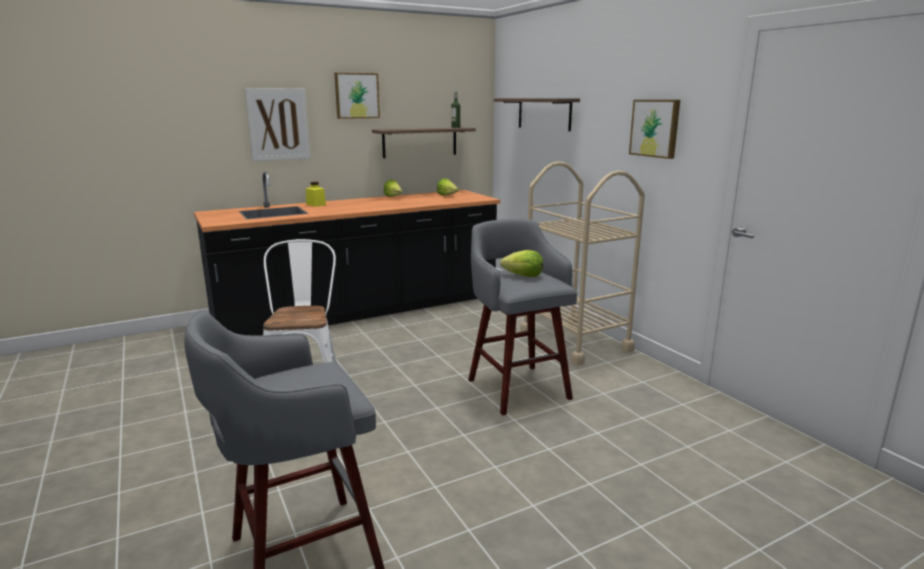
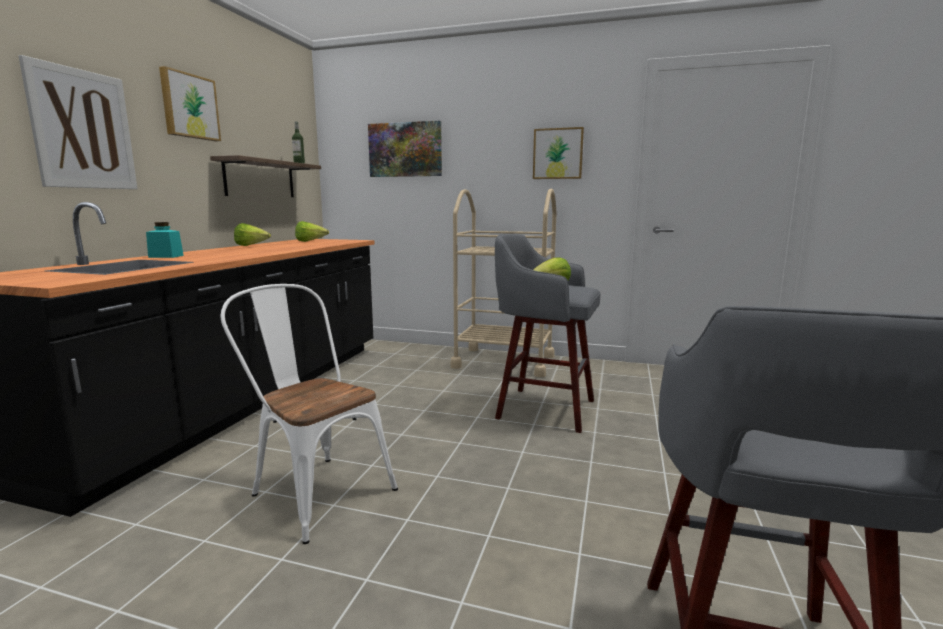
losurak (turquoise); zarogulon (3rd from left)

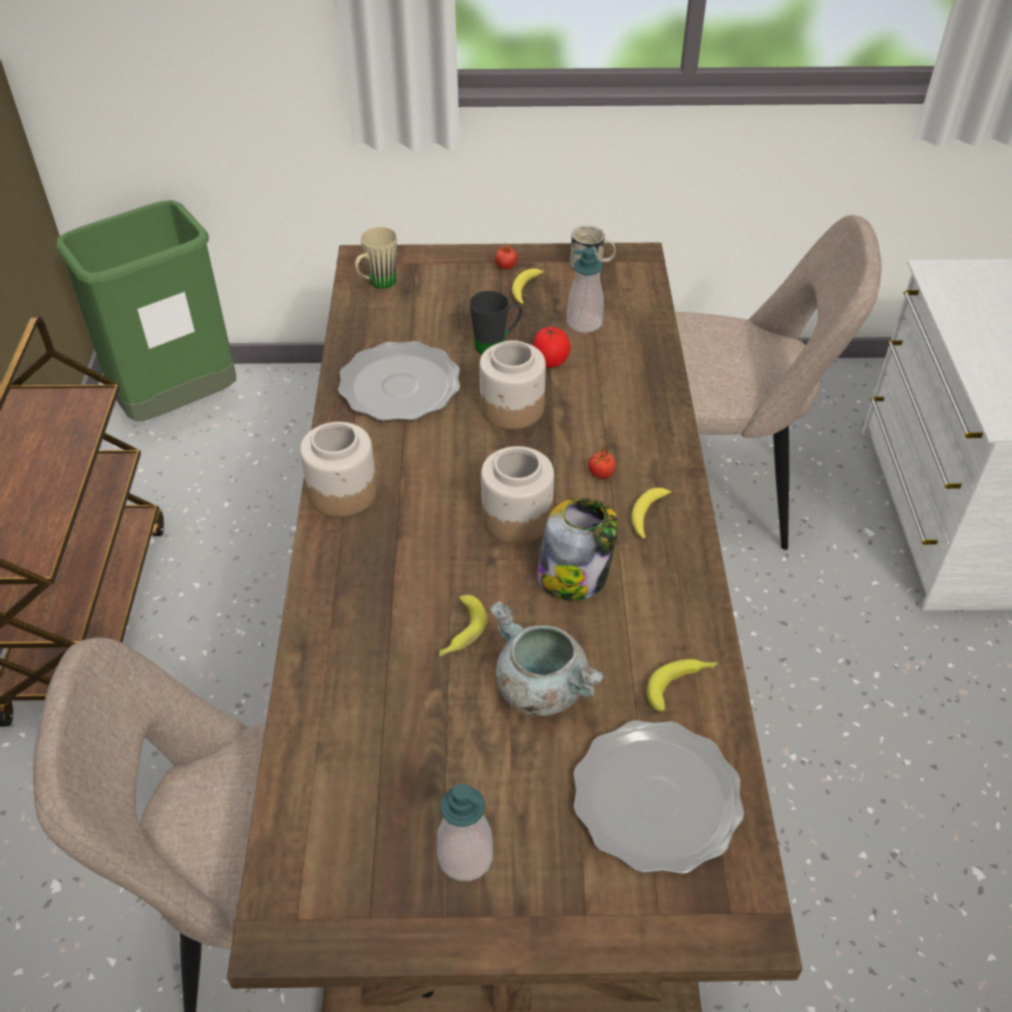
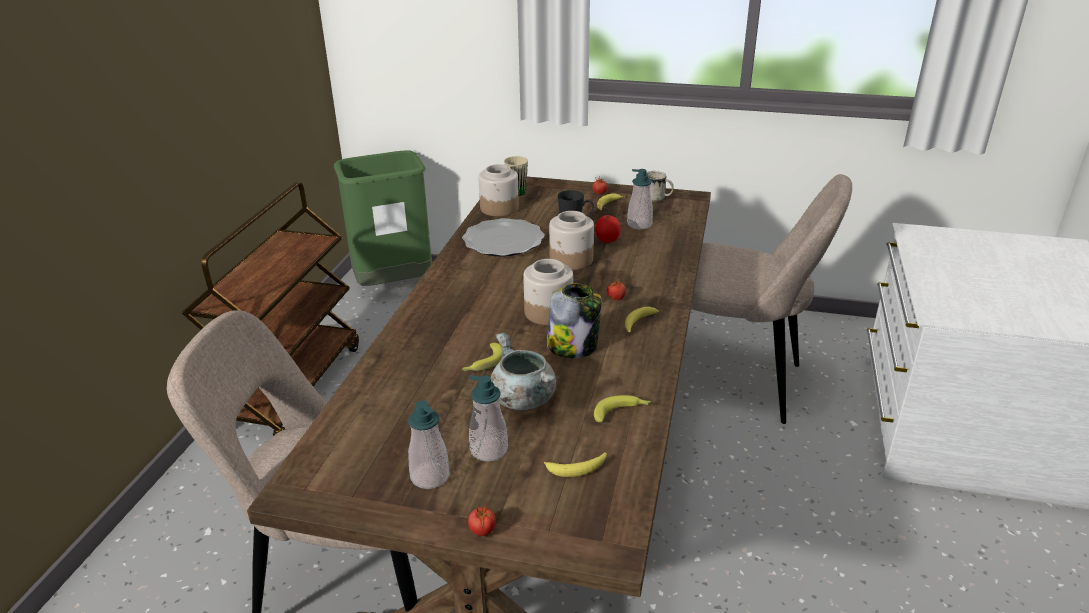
losurak (1st from left); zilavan (2nd from left); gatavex (1st from left); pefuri (2nd from left)

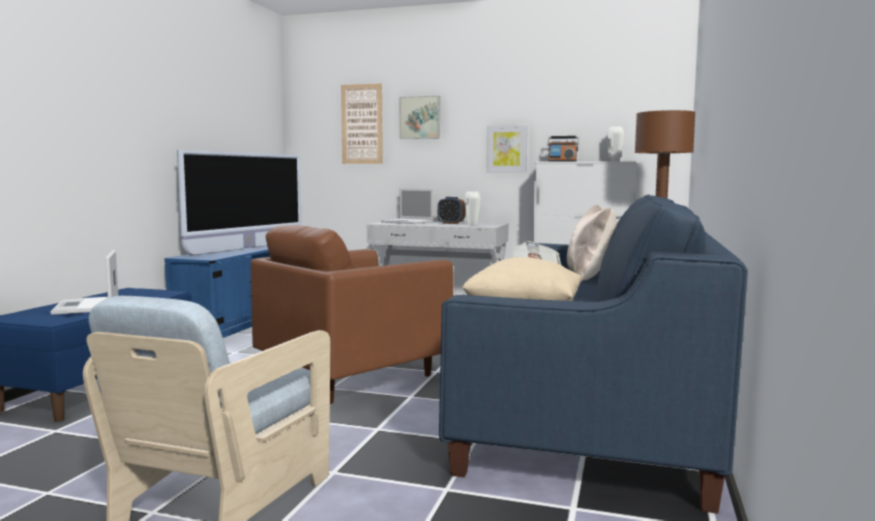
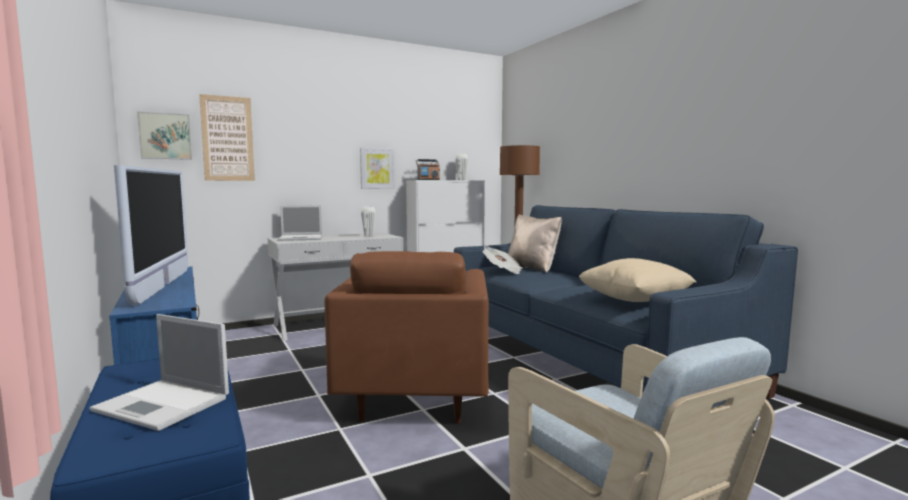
zarogulon (1st from left); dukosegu

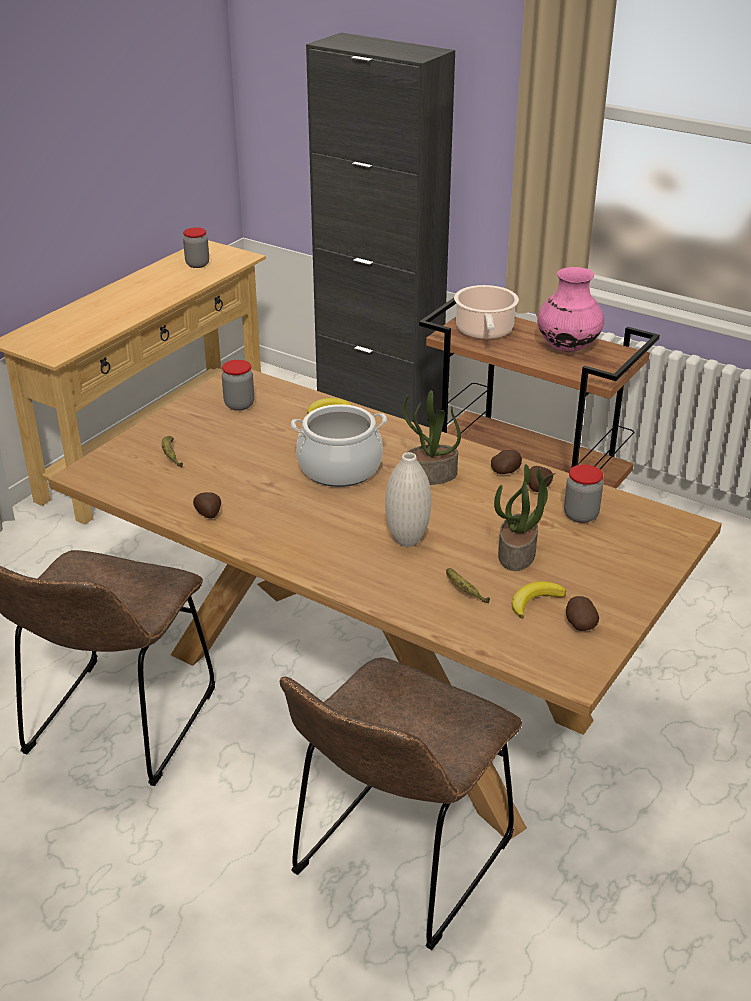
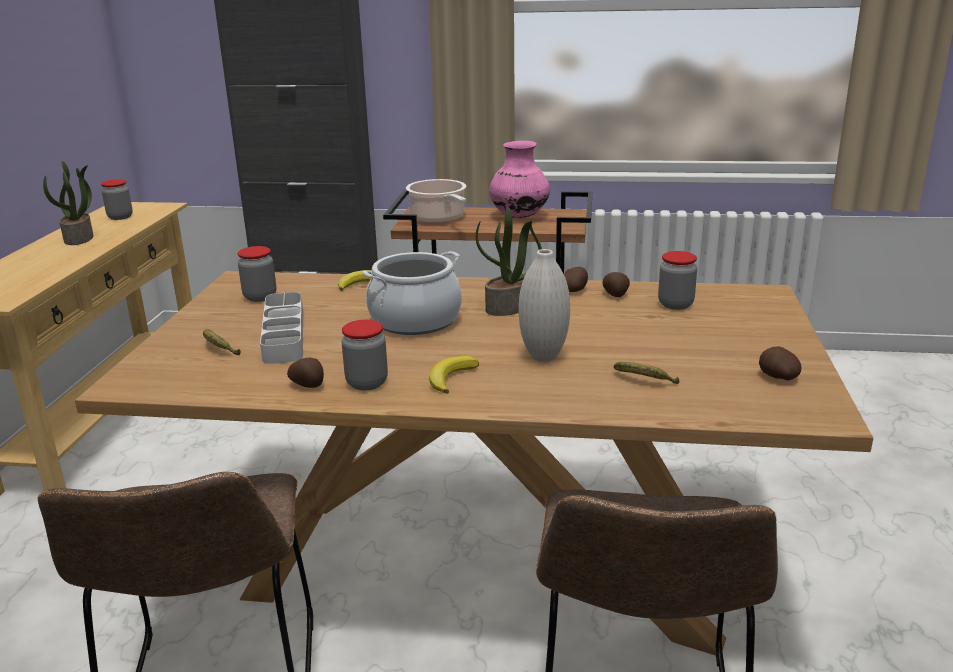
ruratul (1st from left); zilavan (3rd from left); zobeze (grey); losurak (3rd from left)

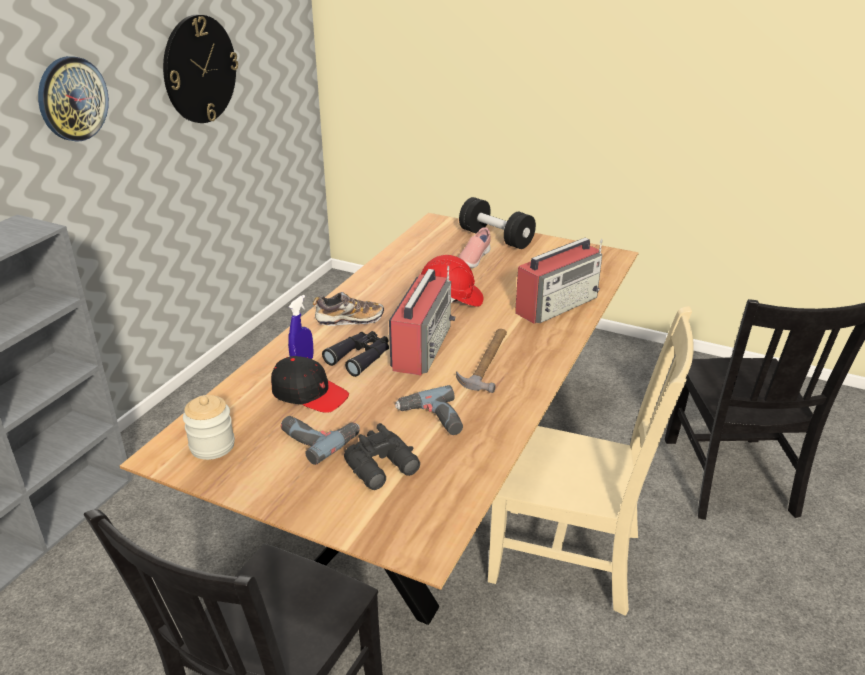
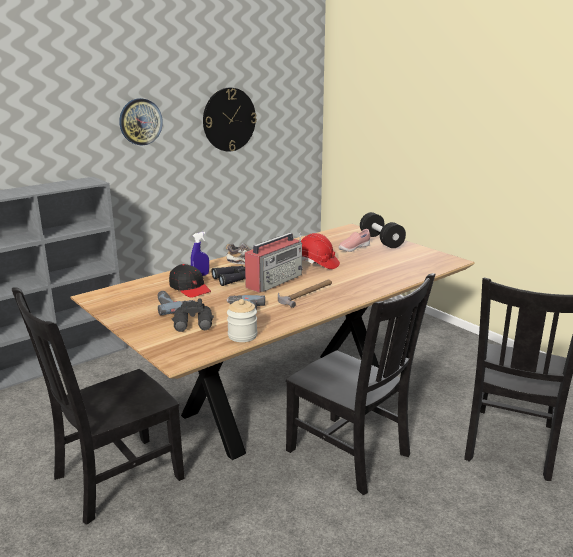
losurak; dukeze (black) (2nd from left); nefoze (2nd from left in the first image)

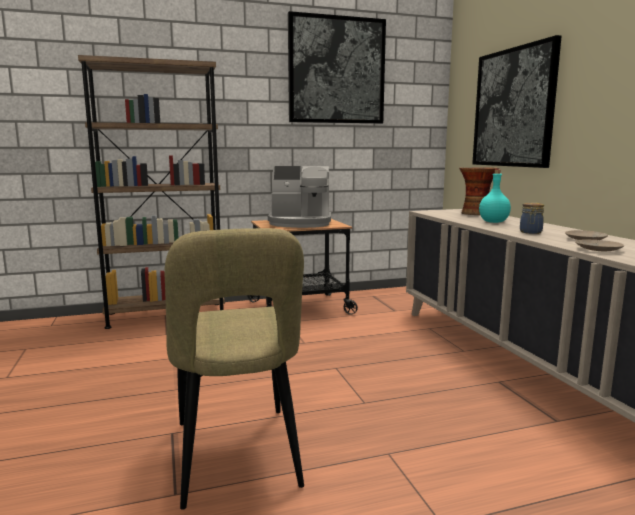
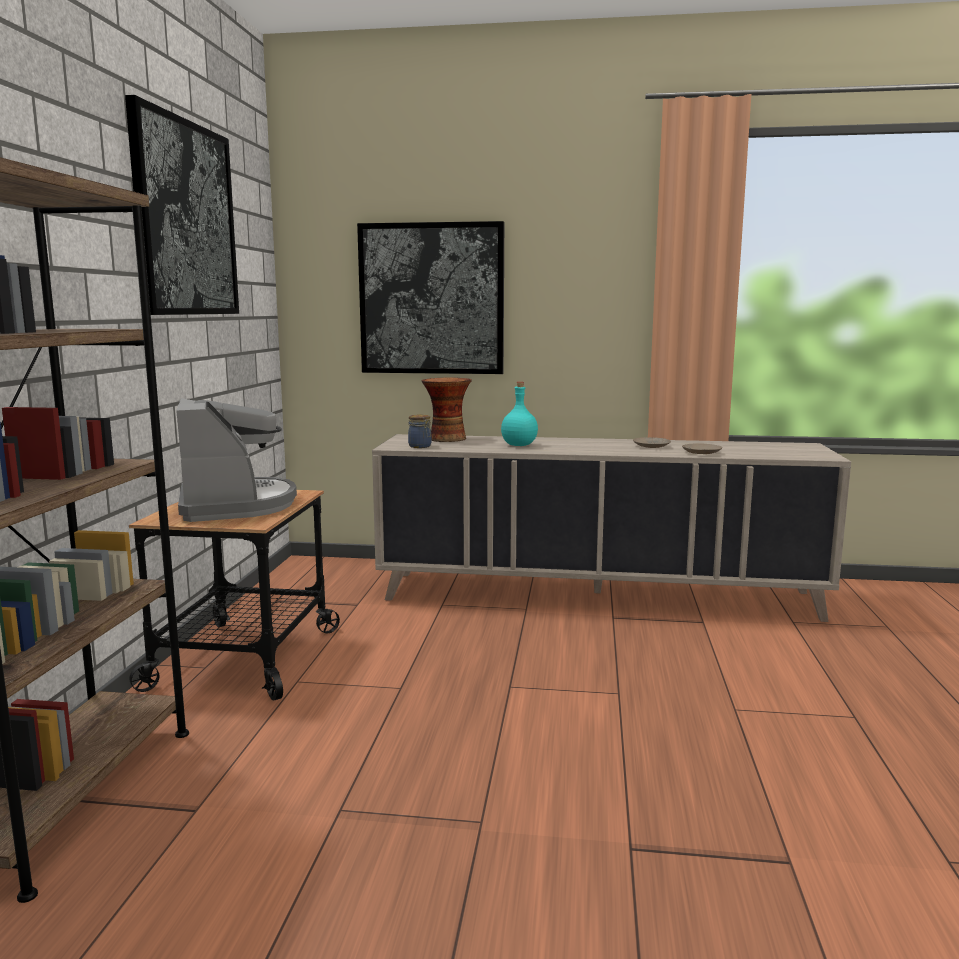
dukeze (beige); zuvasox; losurak

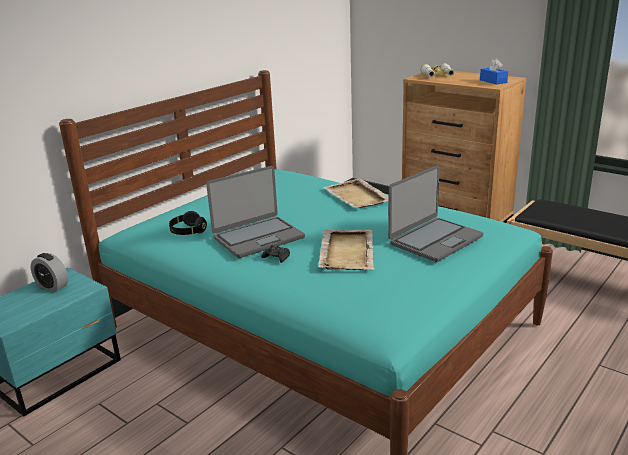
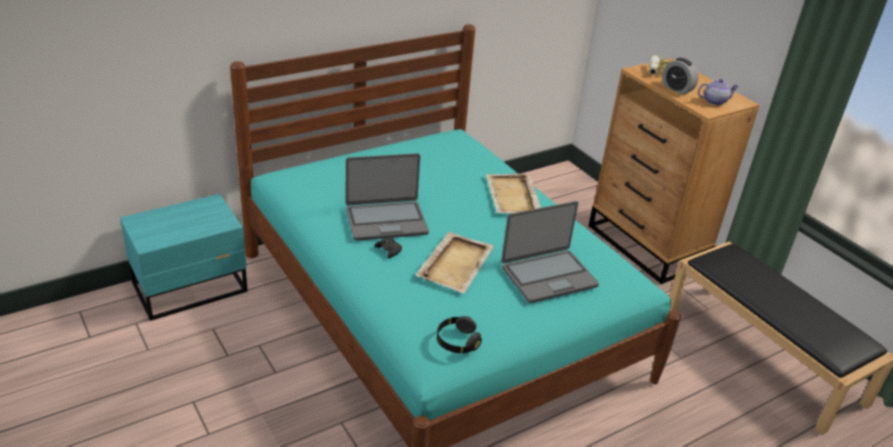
dukosegu; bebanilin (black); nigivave

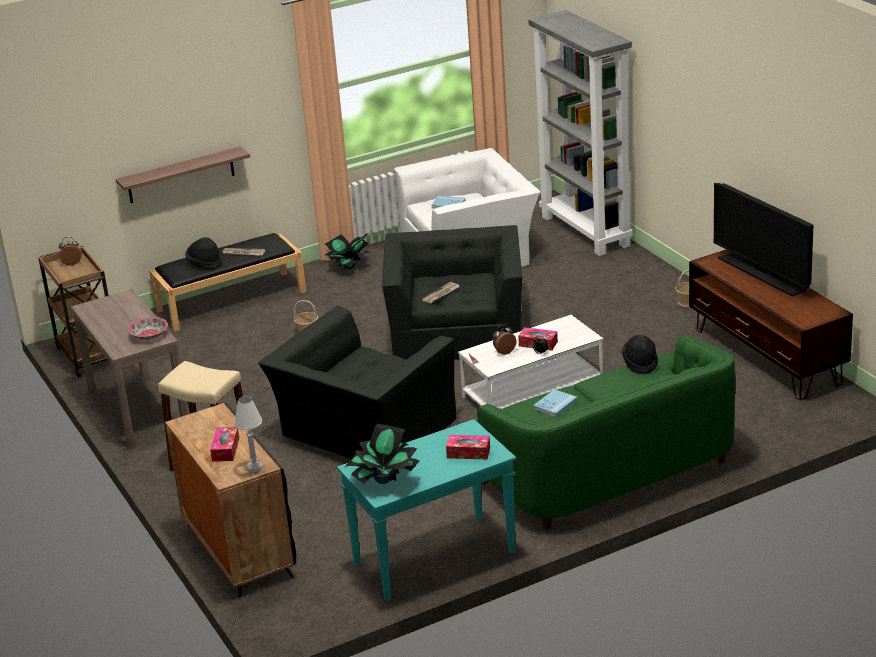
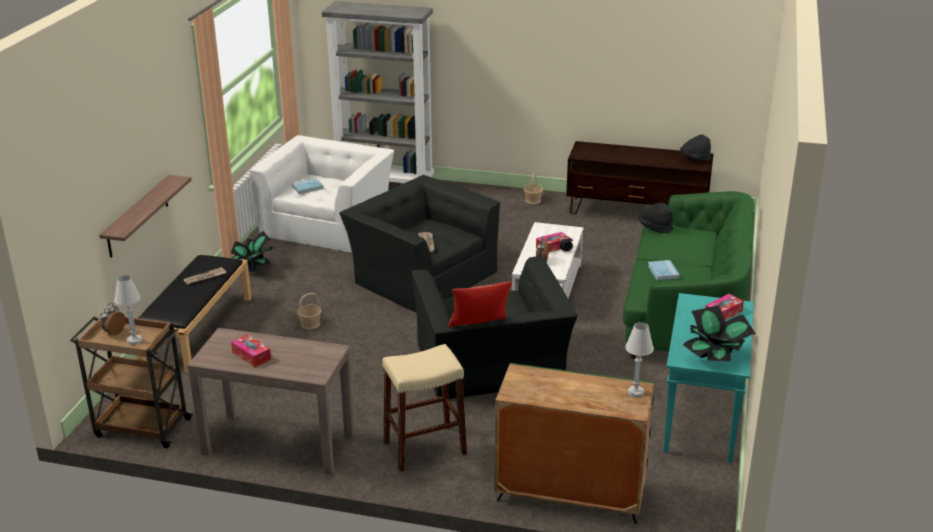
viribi; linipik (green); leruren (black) (2nd from left); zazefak (1st from left); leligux; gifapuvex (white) (1st from left); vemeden

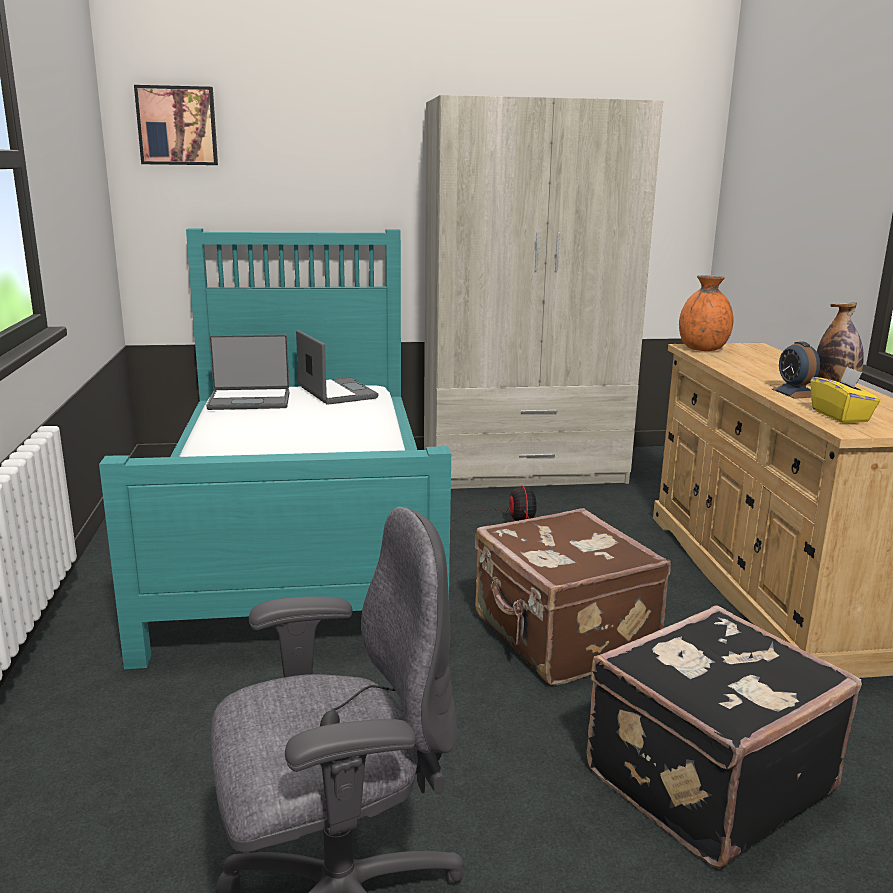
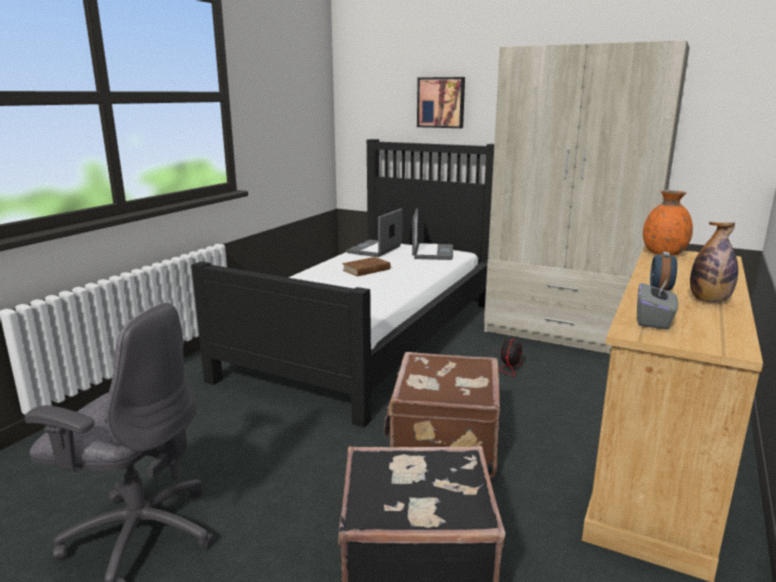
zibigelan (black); zarogulon; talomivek (1st from left); zazefak (grey); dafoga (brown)

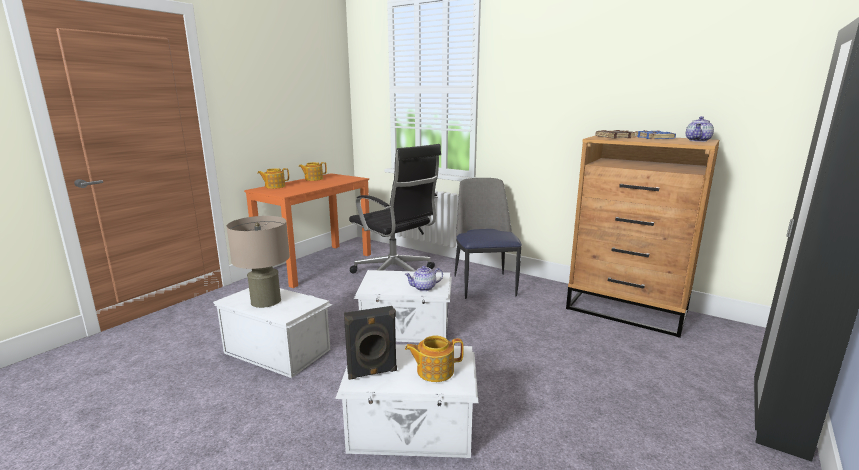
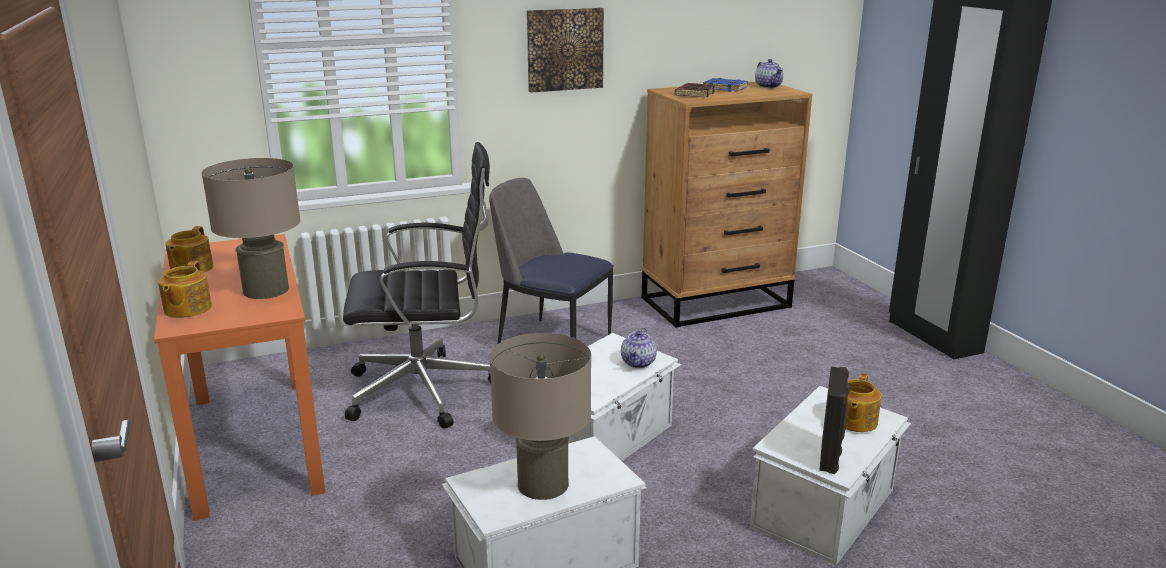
gifapuvex (beige) (1st from left); zarogulon

